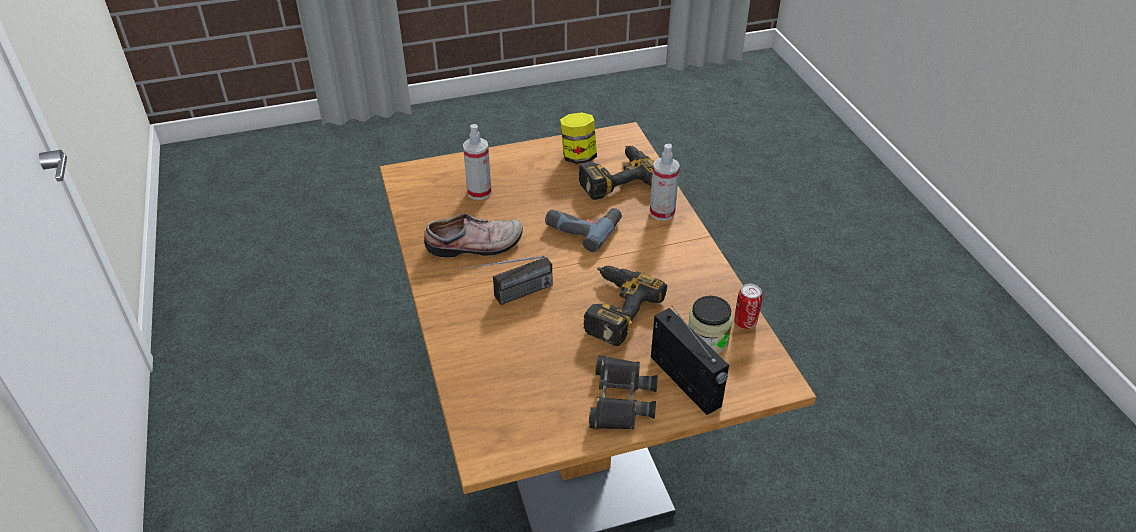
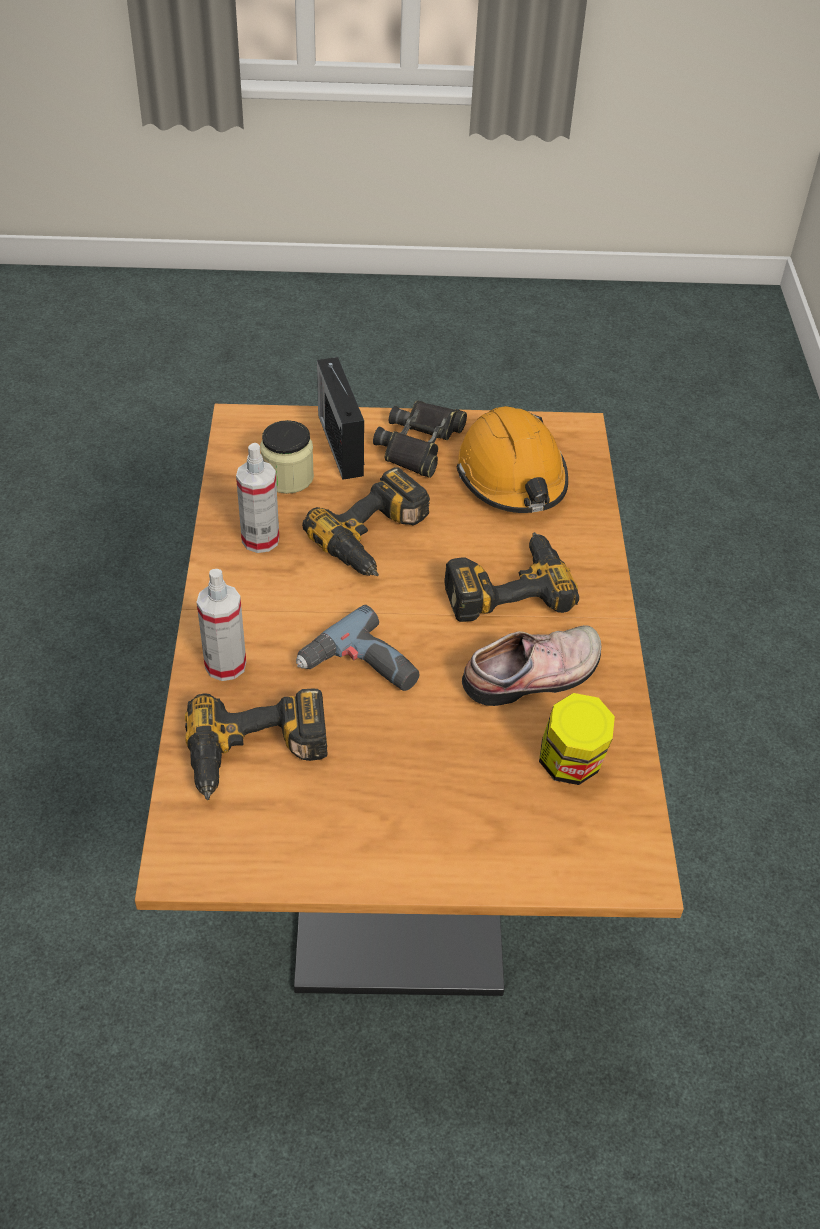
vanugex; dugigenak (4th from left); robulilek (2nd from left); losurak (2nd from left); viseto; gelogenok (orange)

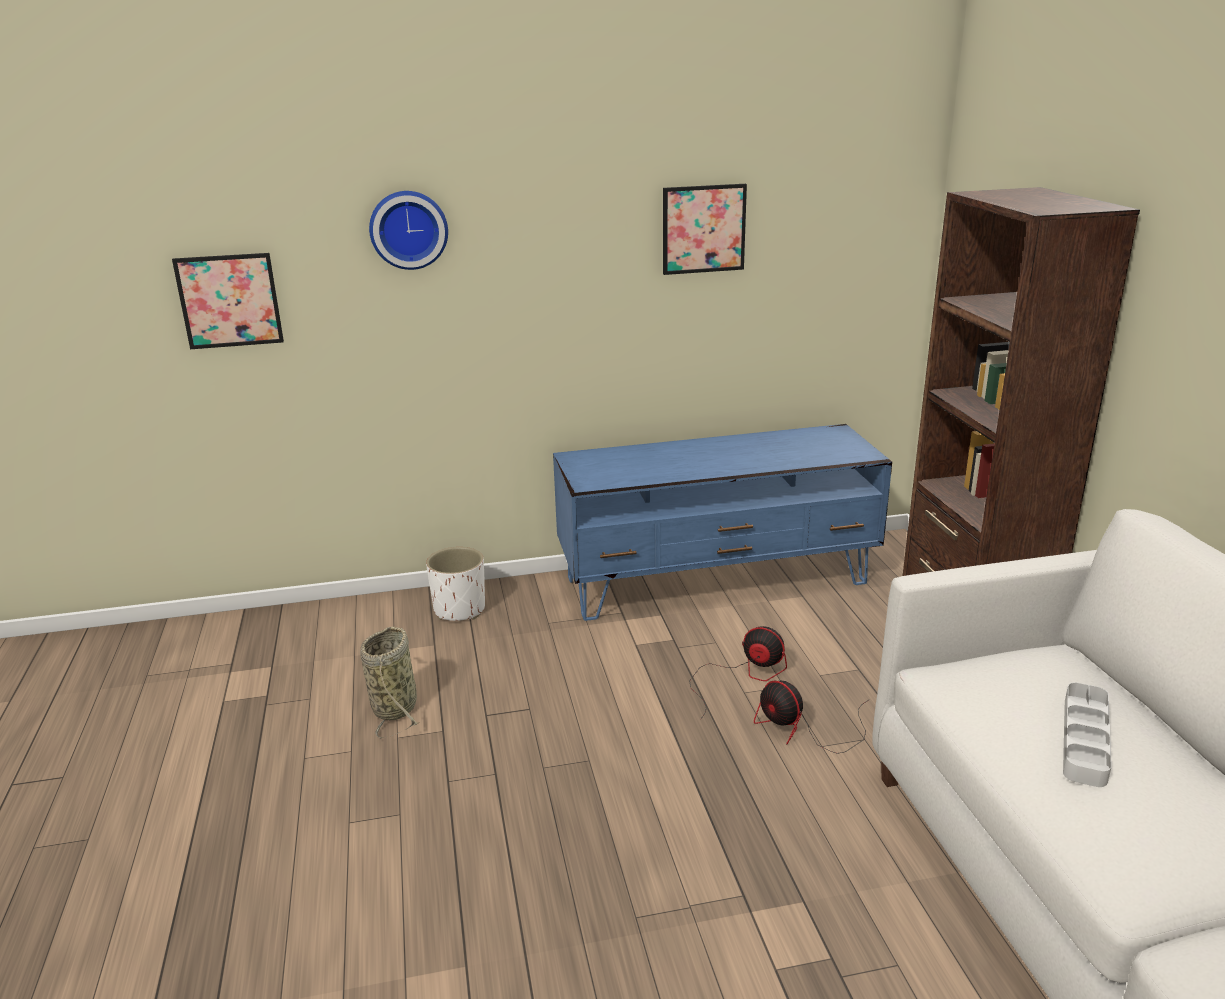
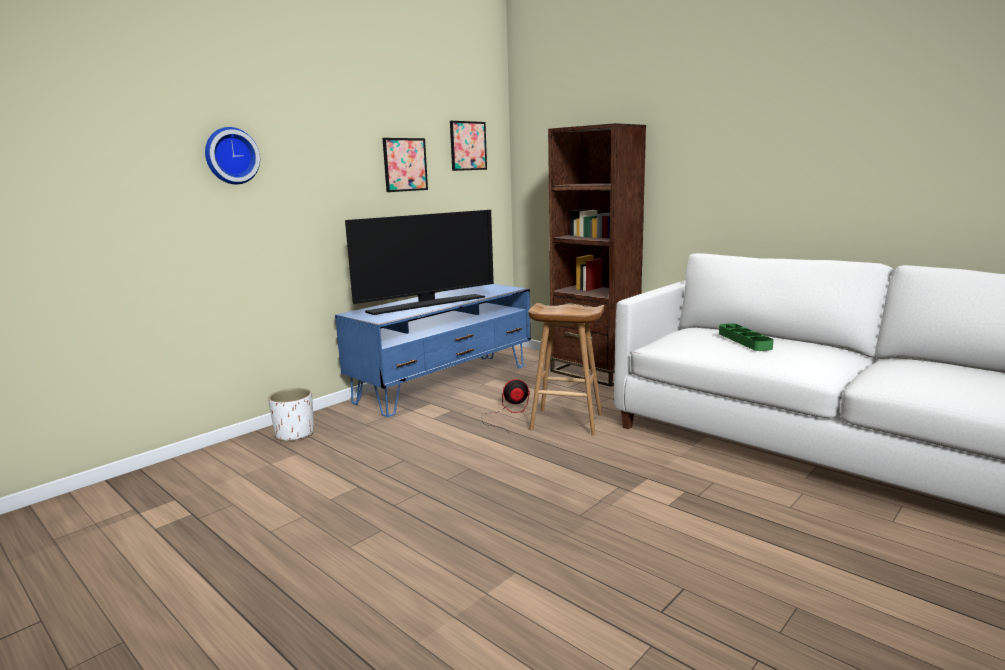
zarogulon (2nd from left); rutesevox; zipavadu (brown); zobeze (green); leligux

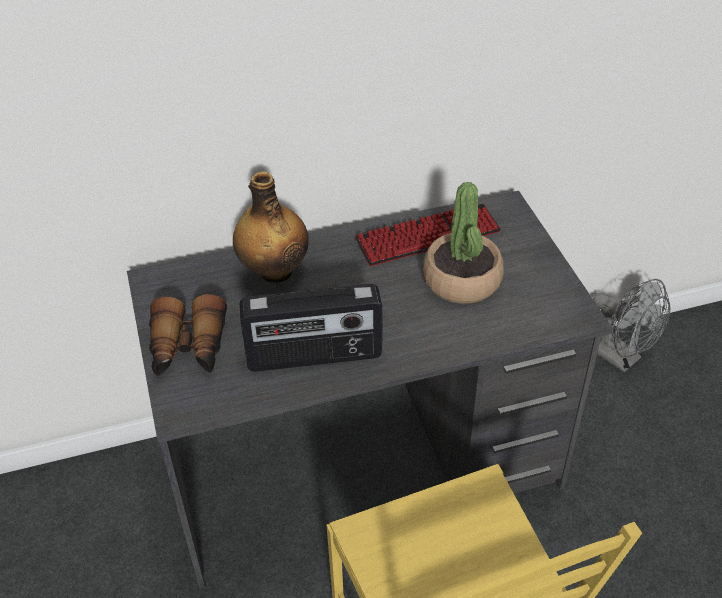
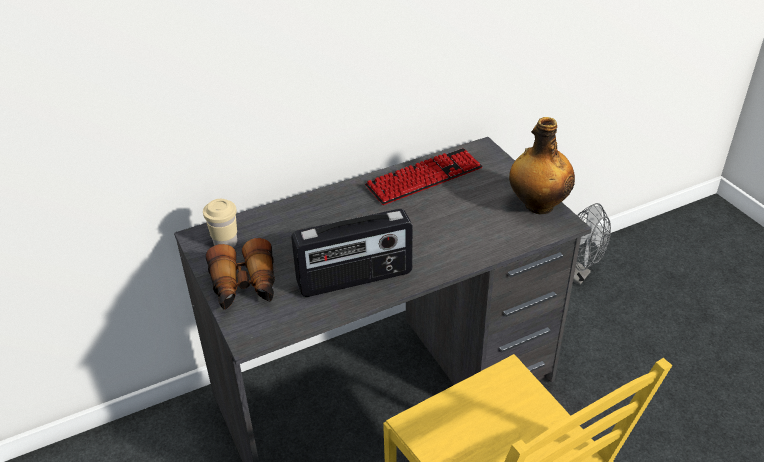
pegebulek; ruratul; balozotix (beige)

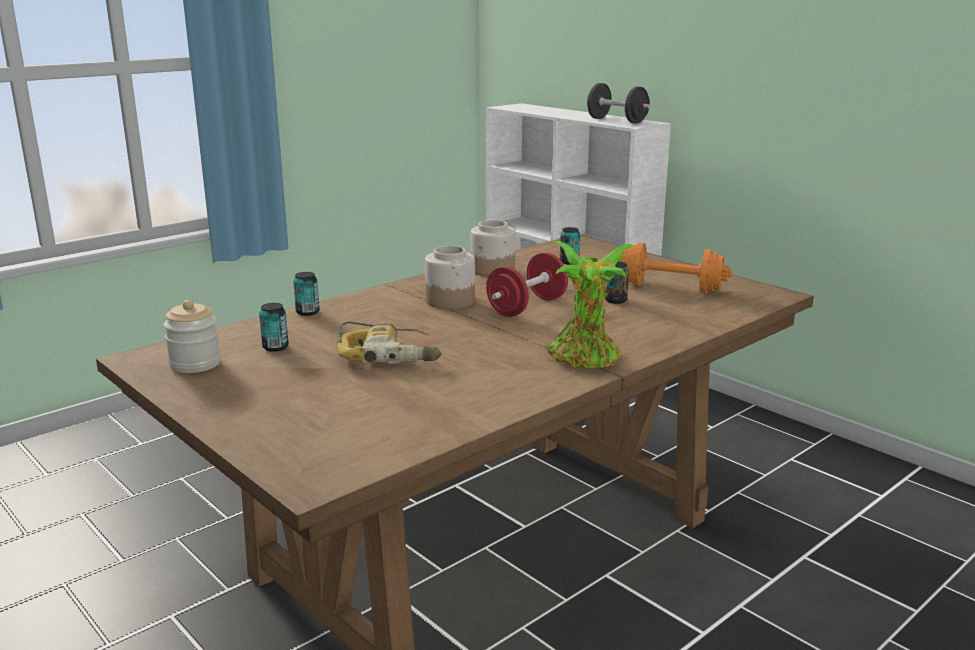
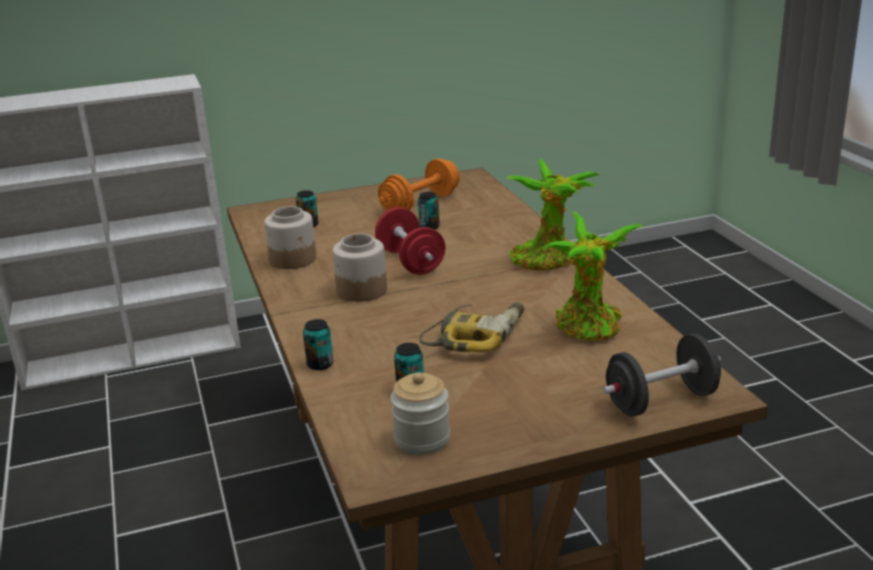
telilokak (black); ruratul (2nd from left)

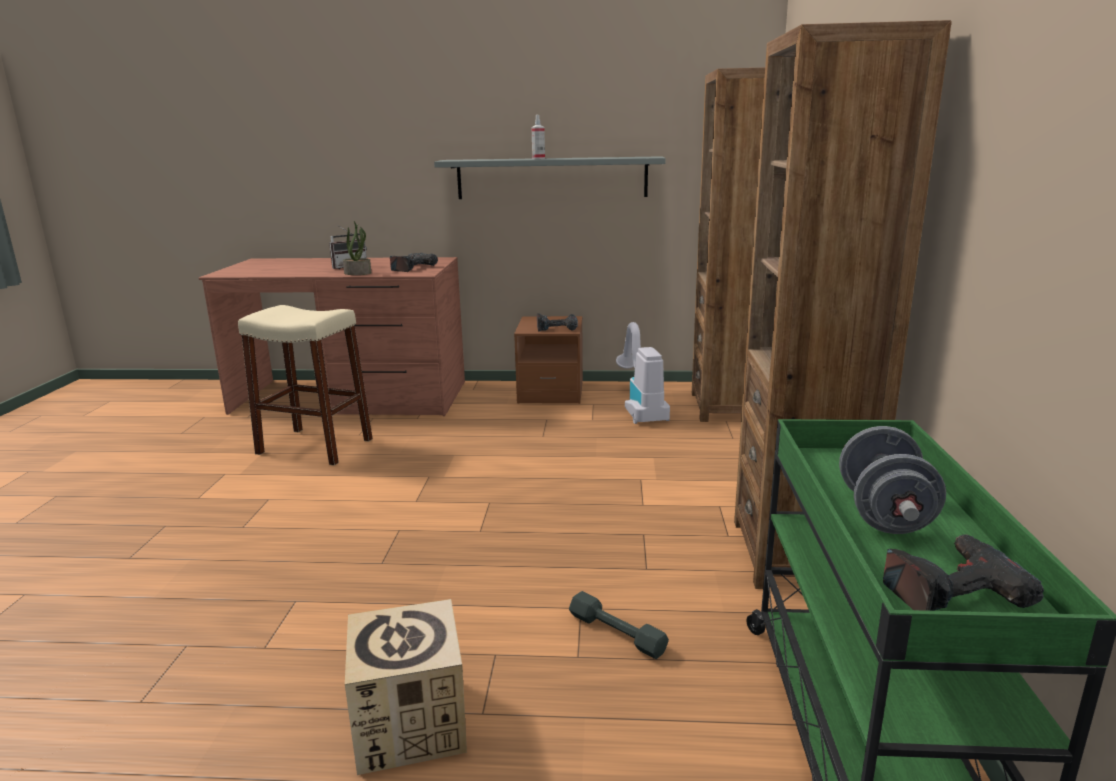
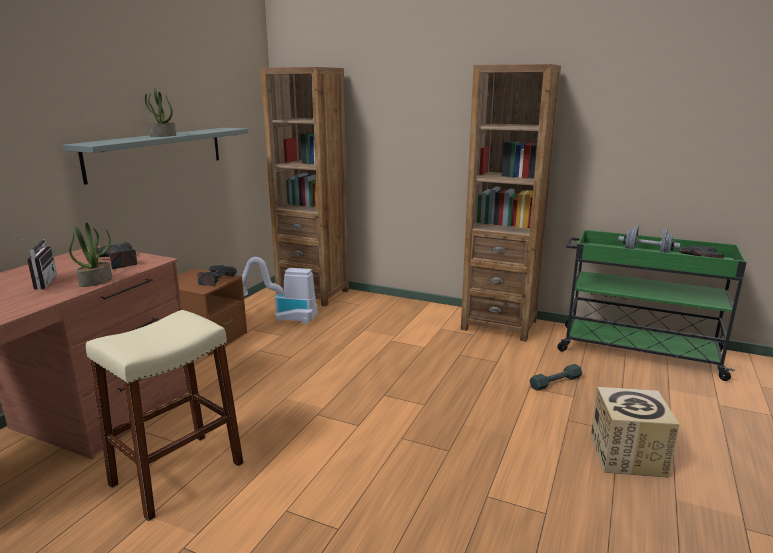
ruratul (2nd from left)

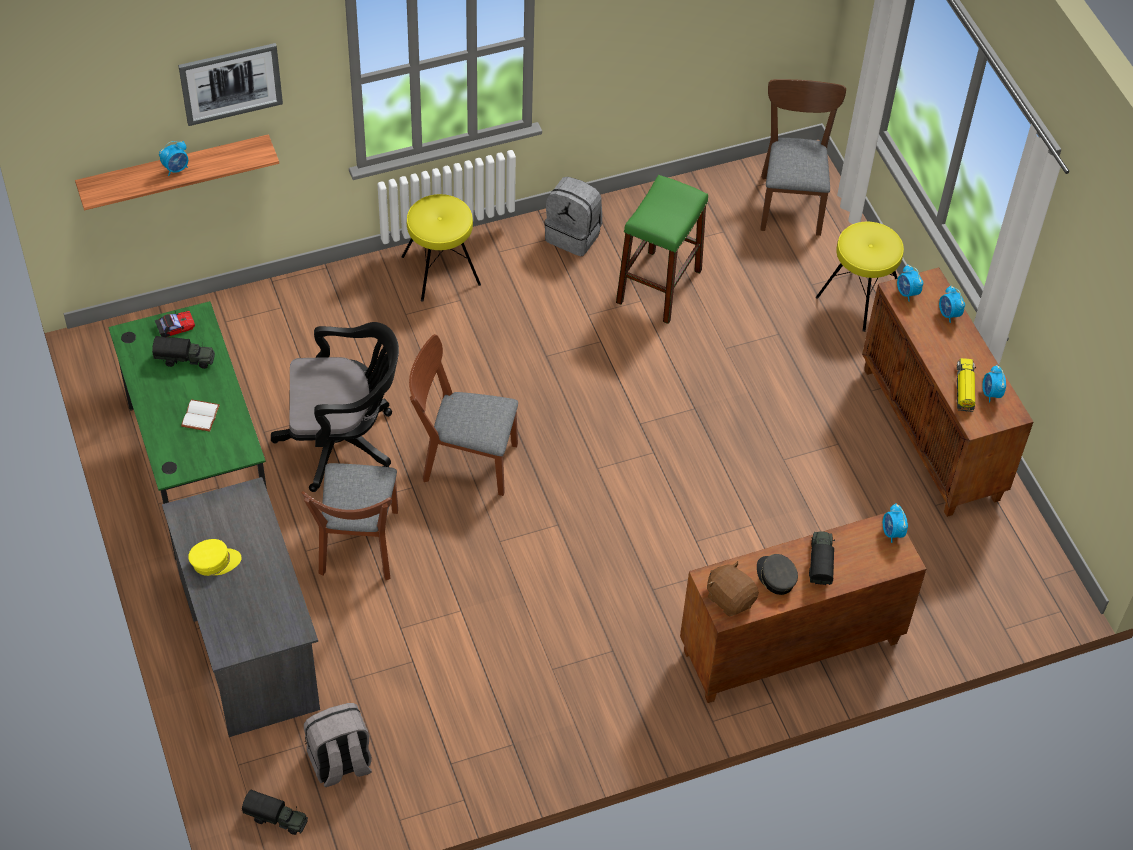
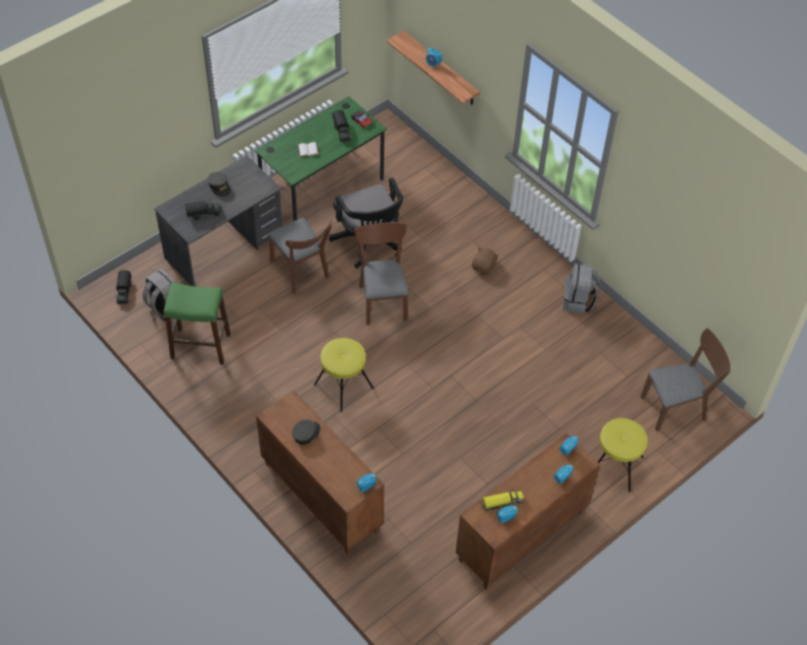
zarogulon; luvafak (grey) (1st from left); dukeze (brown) (1st from left); zipavadu (yellow) (1st from left); zipavadu (green); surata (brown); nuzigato (2nd from left)

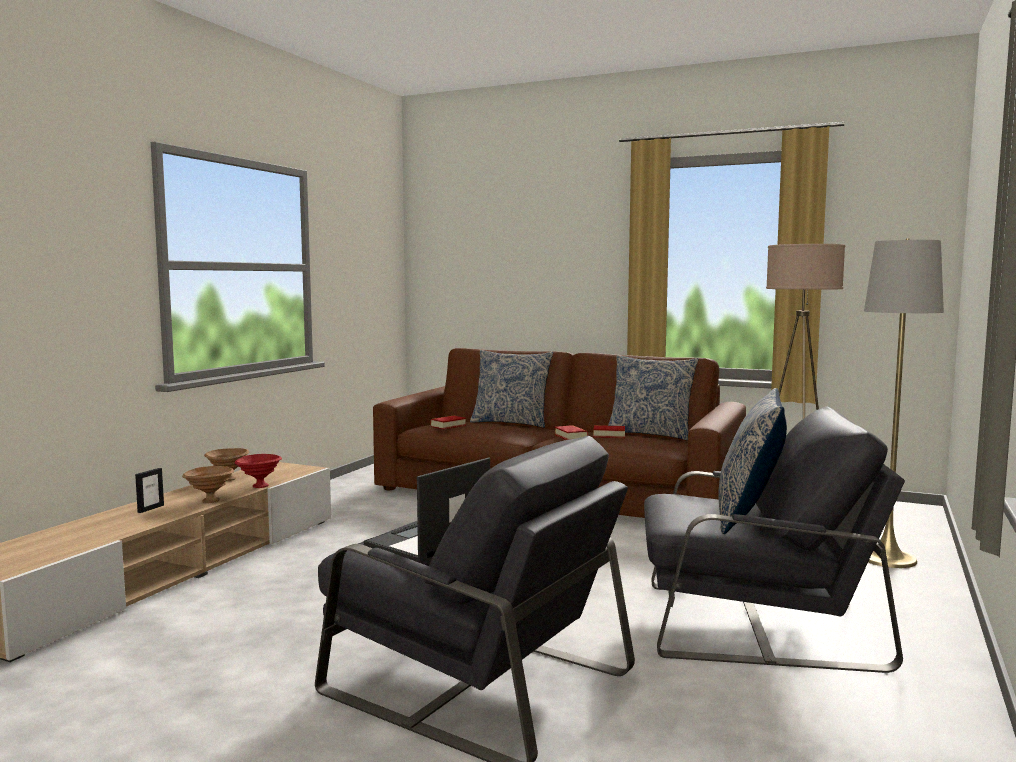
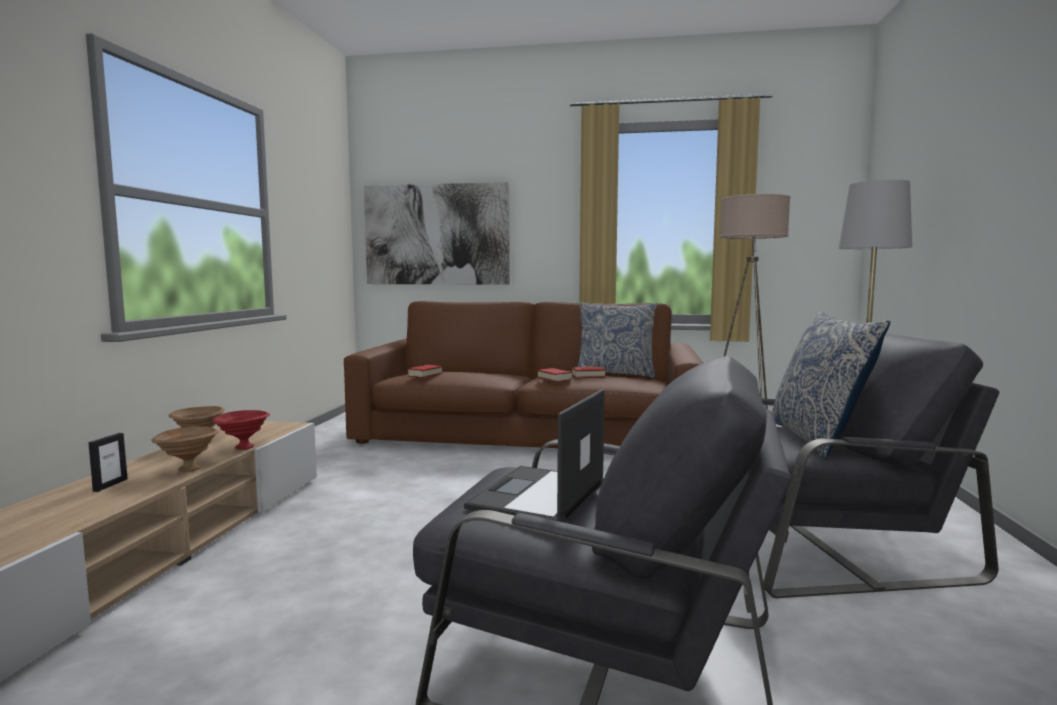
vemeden (1st from left in the first image); zarogulon

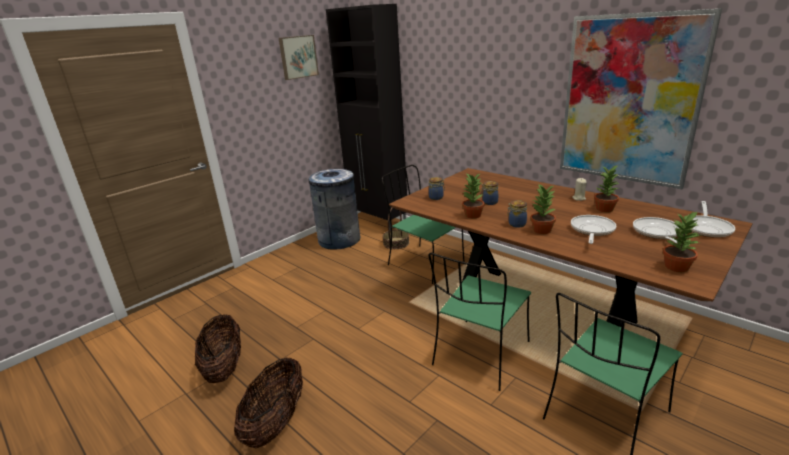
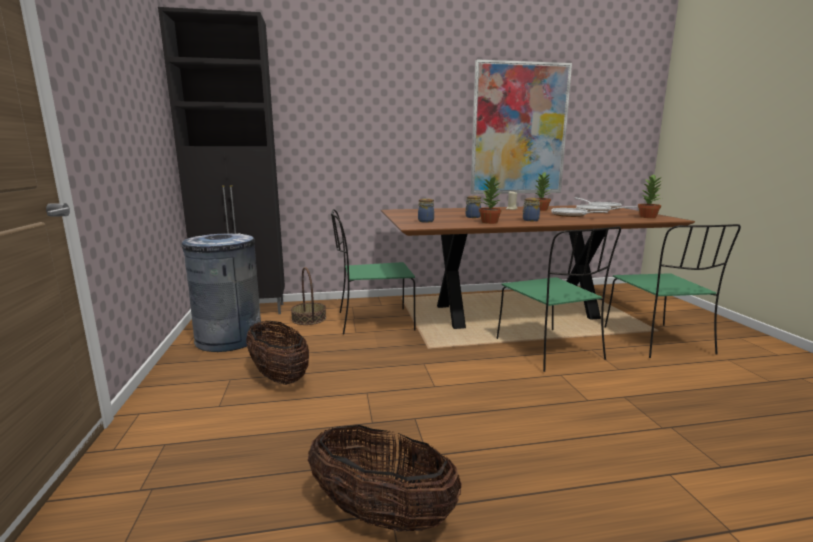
rutesevox (1st from left); zarogulon (1st from left in the first image); ruratul (2nd from left in the first image)

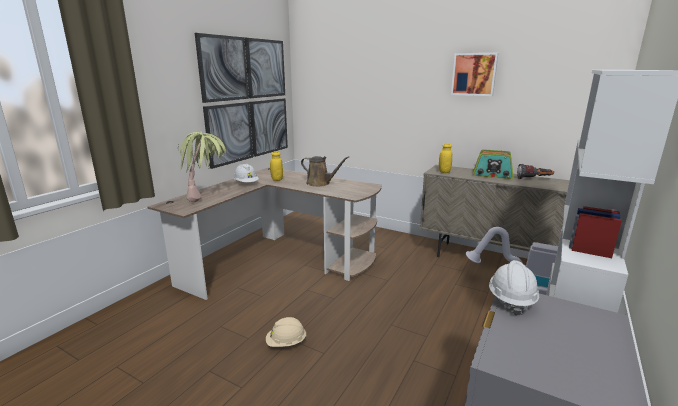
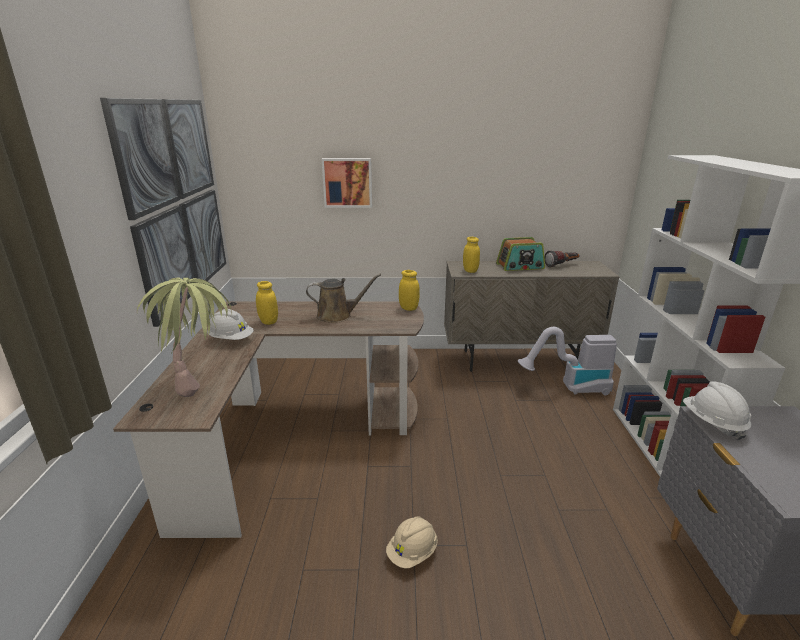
zarogulon (2nd from left); losurak (yellow) (2nd from left)

